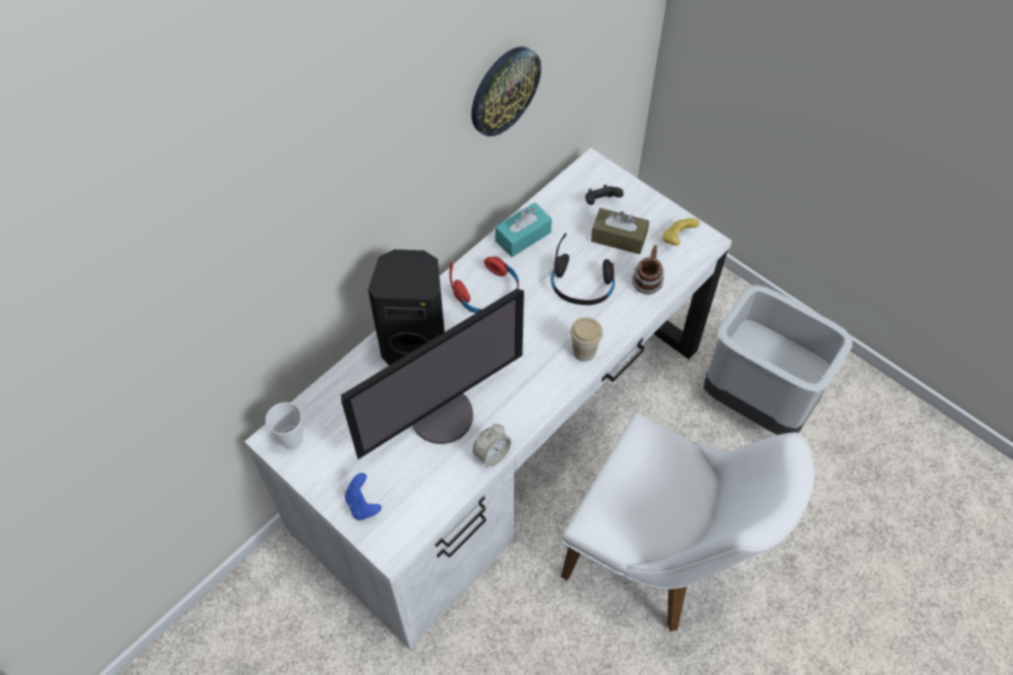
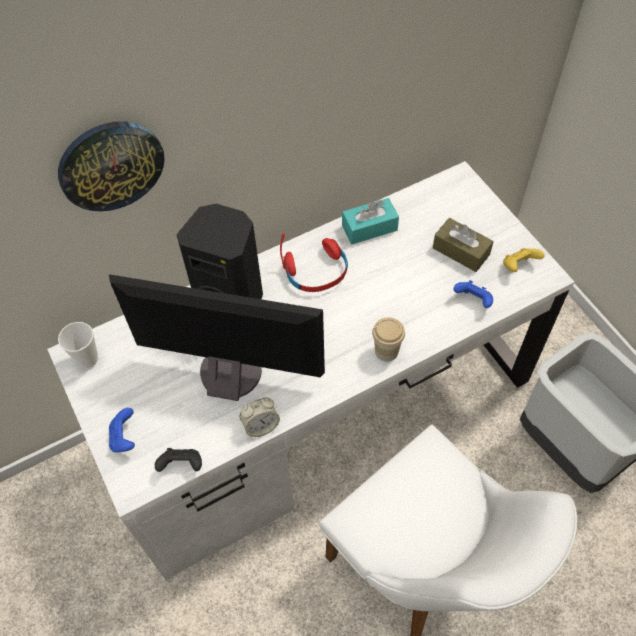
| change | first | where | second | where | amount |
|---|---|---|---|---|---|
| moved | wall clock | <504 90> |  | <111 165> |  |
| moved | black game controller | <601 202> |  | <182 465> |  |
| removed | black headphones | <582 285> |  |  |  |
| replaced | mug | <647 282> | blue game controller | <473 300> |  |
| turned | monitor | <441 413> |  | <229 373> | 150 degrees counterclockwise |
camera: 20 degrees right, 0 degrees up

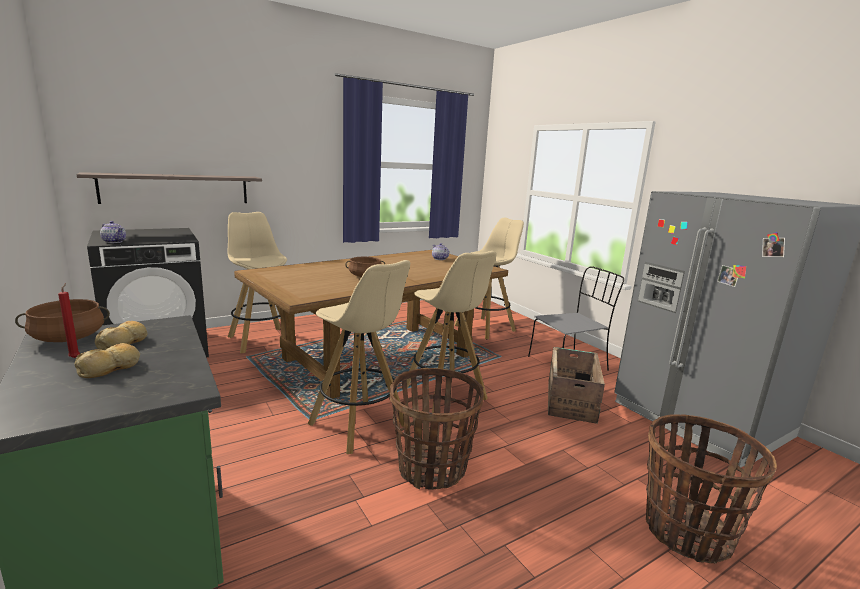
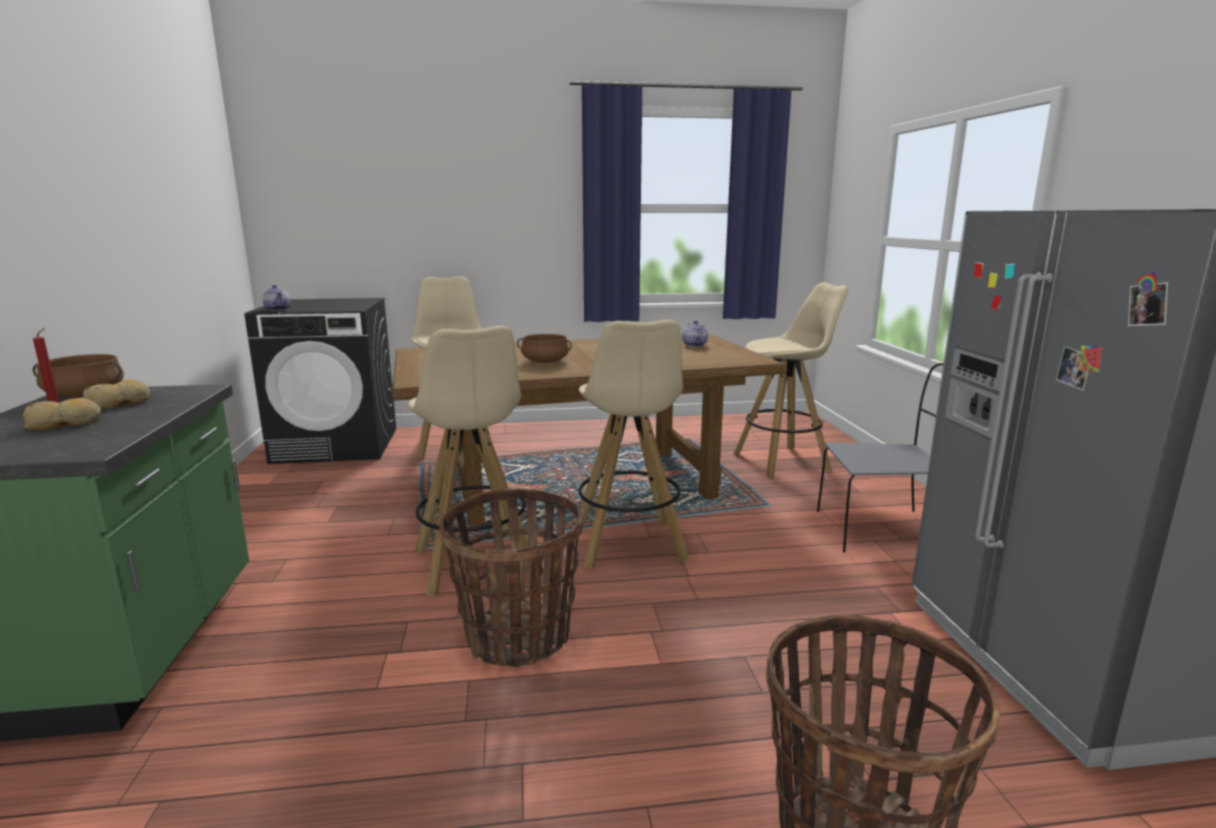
| change | first | where | second | where | amount |
|---|---|---|---|---|---|
| removed | shelf | <176 189> |  |  |  |
| removed | crate | <571 400> |  |  |  |
camera: 25 degrees right, 0 degrees up

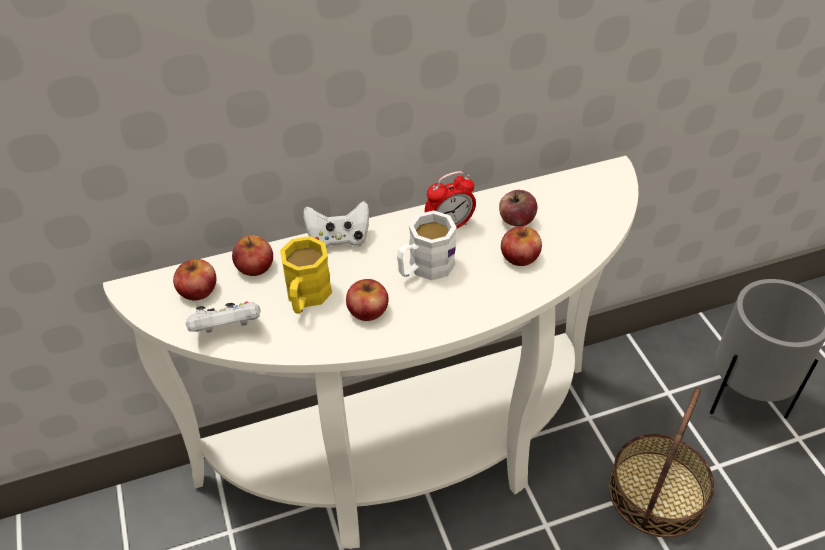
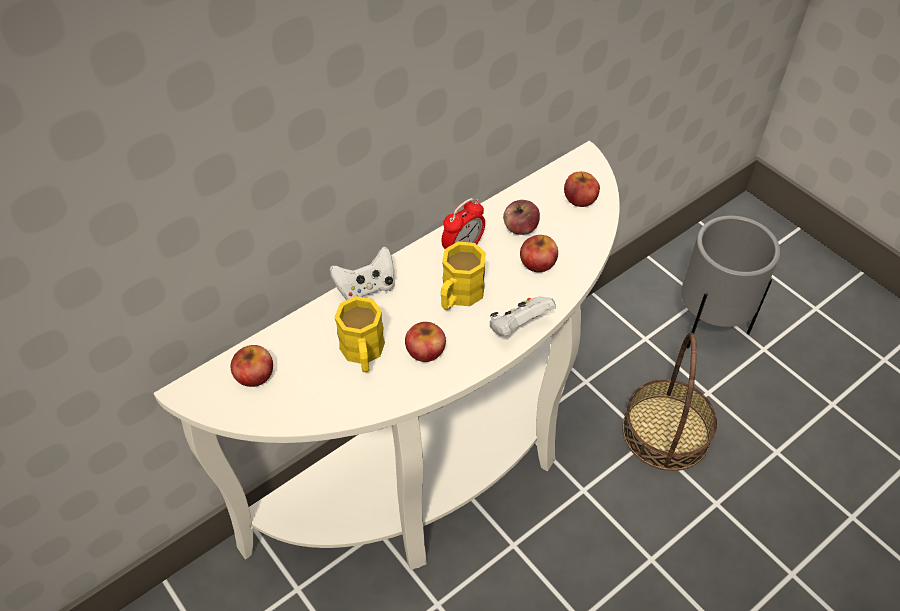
| change | first | where | second | where | amount |
|---|---|---|---|---|---|
| recoloured | white mug | <424 268> | yellow mug | <458 296> |  |
| moved | apple | <254 266> |  | <580 198> |  |
| moved | white game controller | <227 329> |  | <518 327> |  |
camera: 20 degrees left, 5 degrees up

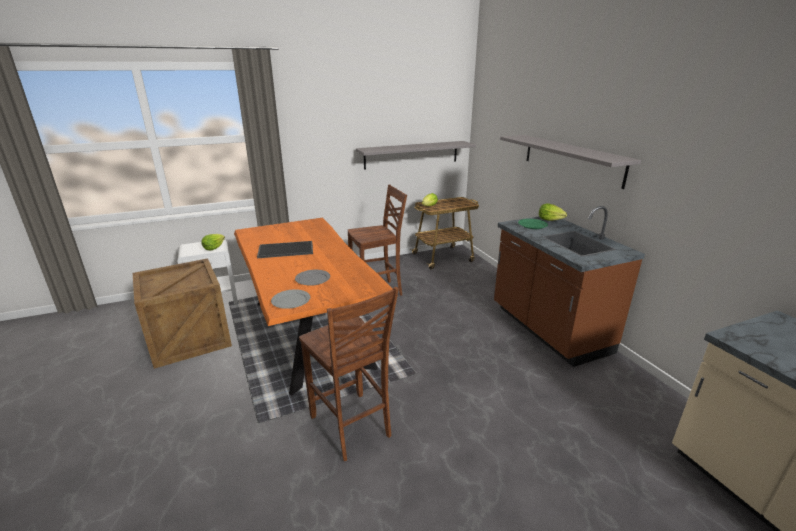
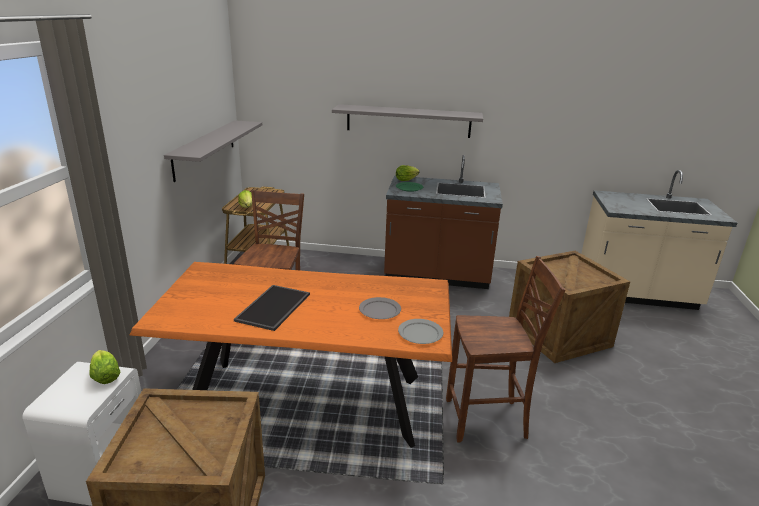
| change | first | where | second | where | amount |
|---|---|---|---|---|---|
| added |  |  | crate | <559 334> |  |
camera: 60 degrees left, 0 degrees up

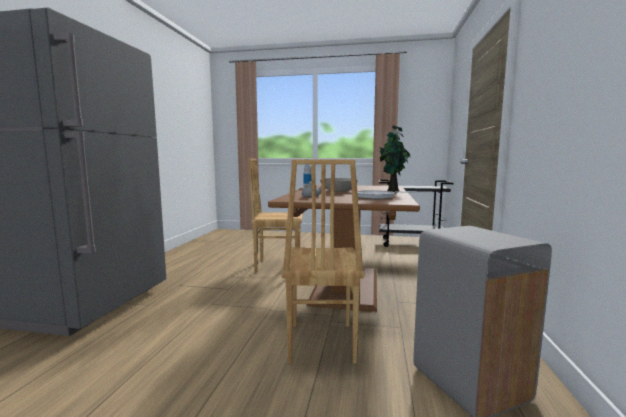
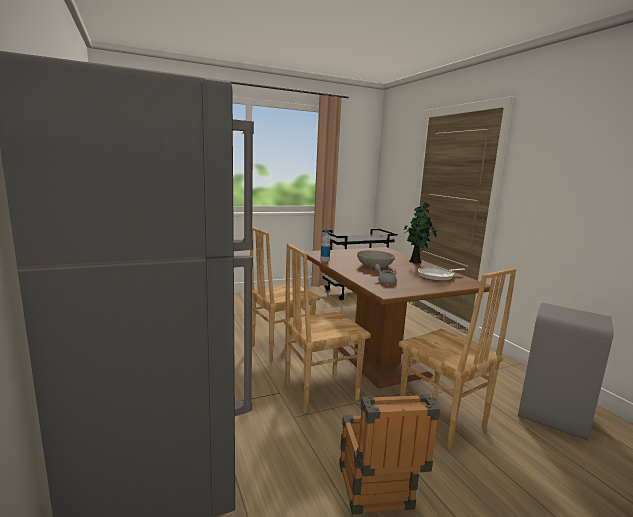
| change | first | where | second | where | amount |
|---|---|---|---|---|---|
| added |  |  | brown chair | <320 391> |  |
| added |  |  | crate | <377 495> |  |
camera: 35 degrees left, 5 degrees up

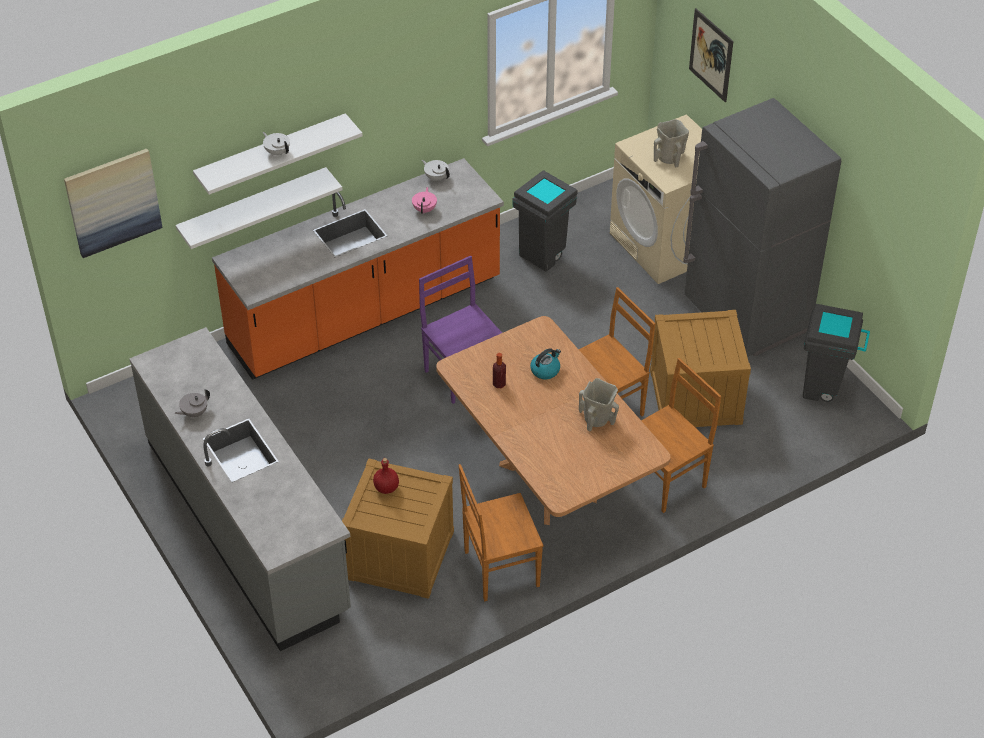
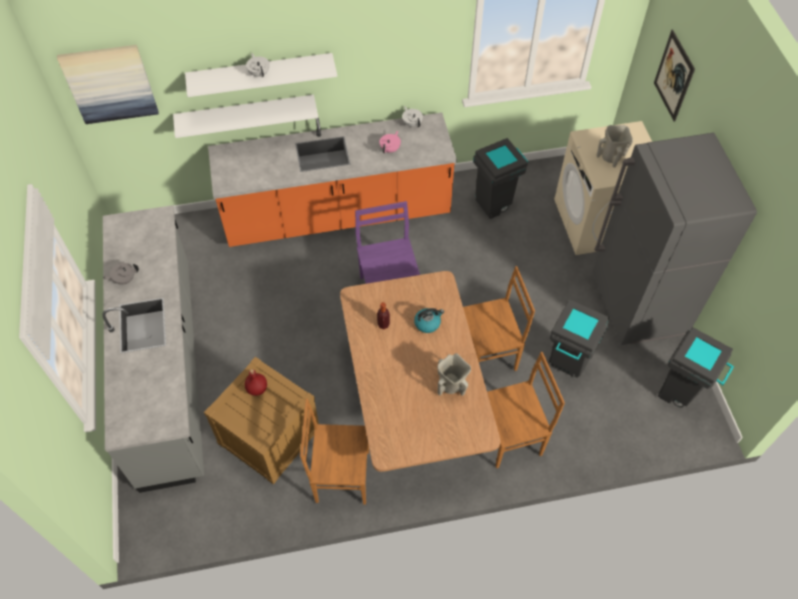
| change | first | where | second | where | amount |
|---|---|---|---|---|---|
| replaced | crate | <695 397> | grey trash can | <566 367> |  |
camera: 20 degrees right, 10 degrees up

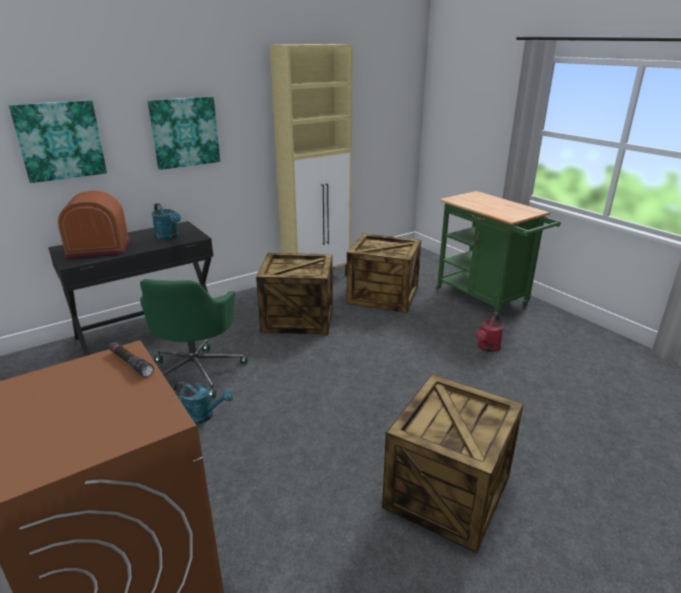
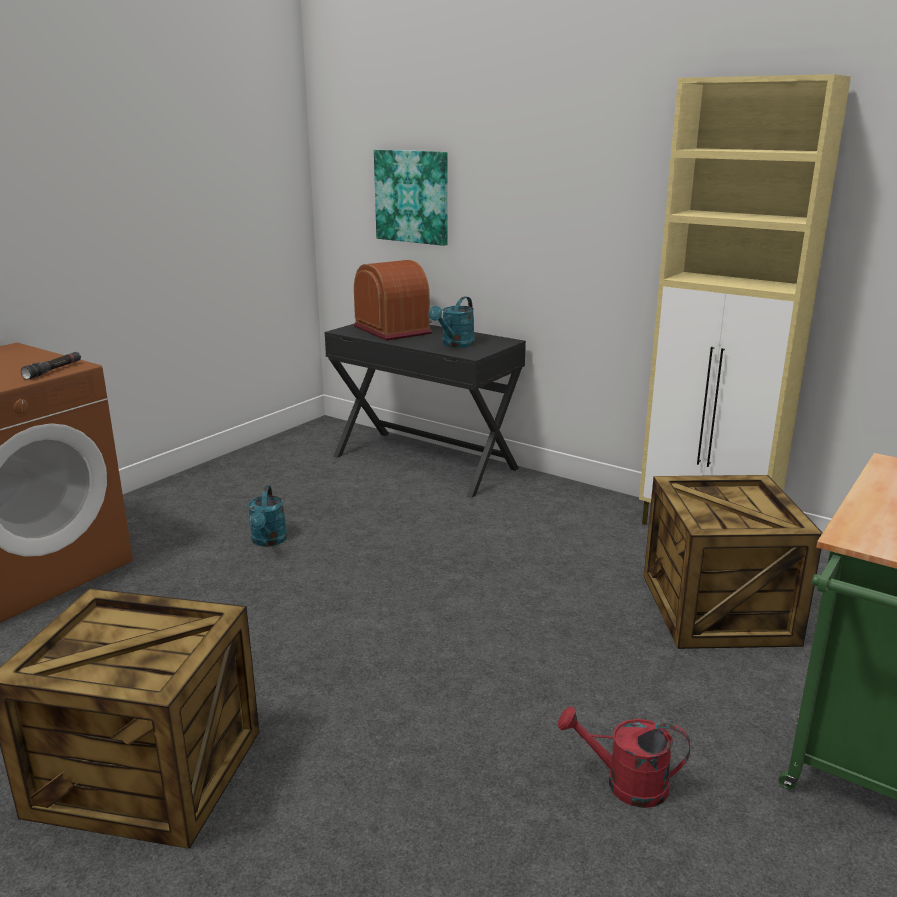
| change | first | where | second | where | amount |
|---|---|---|---|---|---|
| removed | picture | <184 132> |  |  |  |
| removed | crate | <297 319> |  |  |  |
| removed | green office chair | <196 371> |  |  |  |
camera: 70 degrees right, 5 degrees down

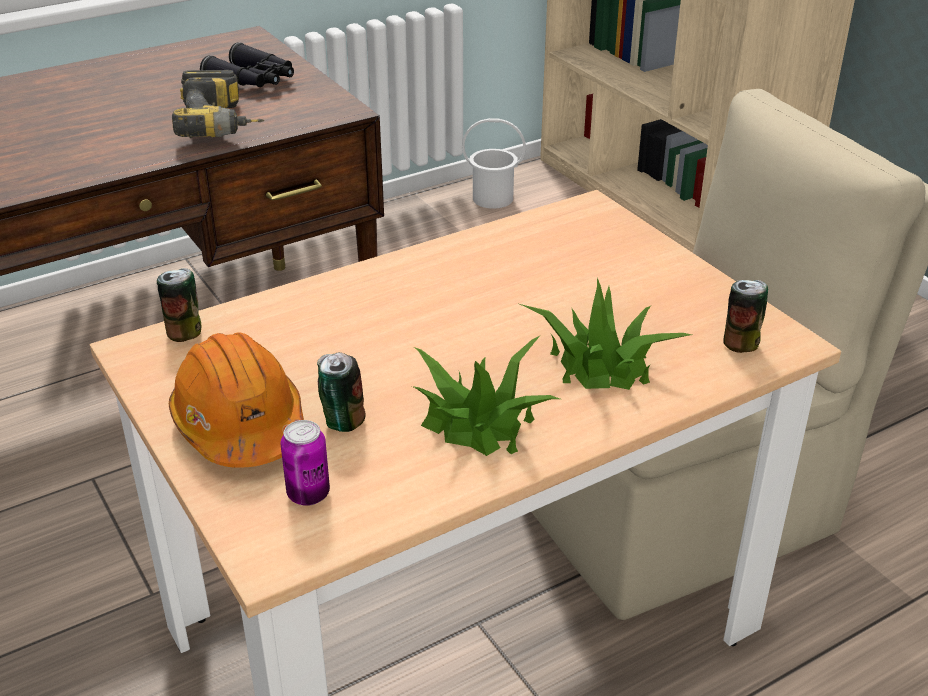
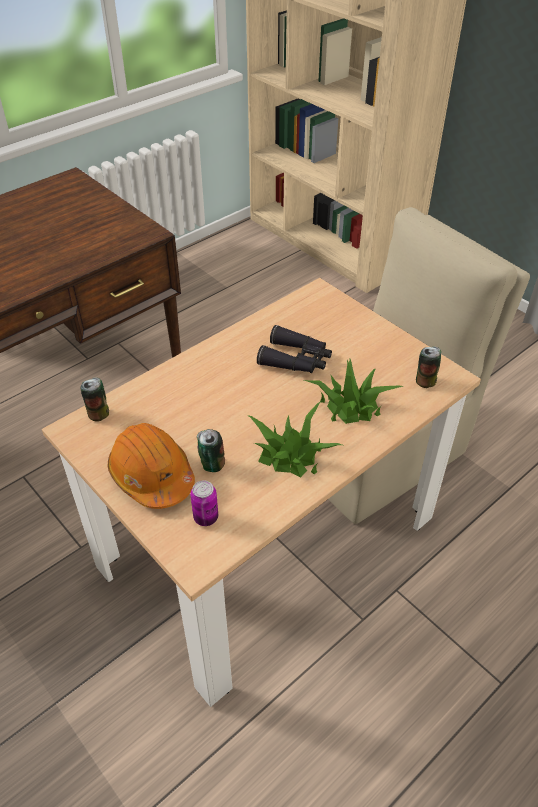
| change | first | where | second | where | amount |
|---|---|---|---|---|---|
| moved | black binoculars | <254 80> |  | <296 359> |  |
| removed | power drill | <223 125> |  |  |  |
| removed | white bucket | <492 198> |  |  |  |
camera: 10 degrees left, 10 degrees up

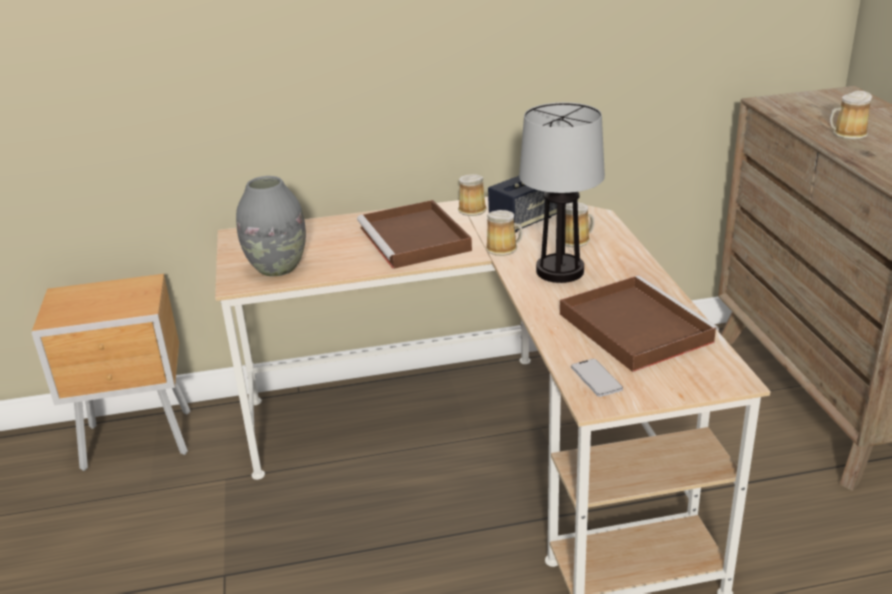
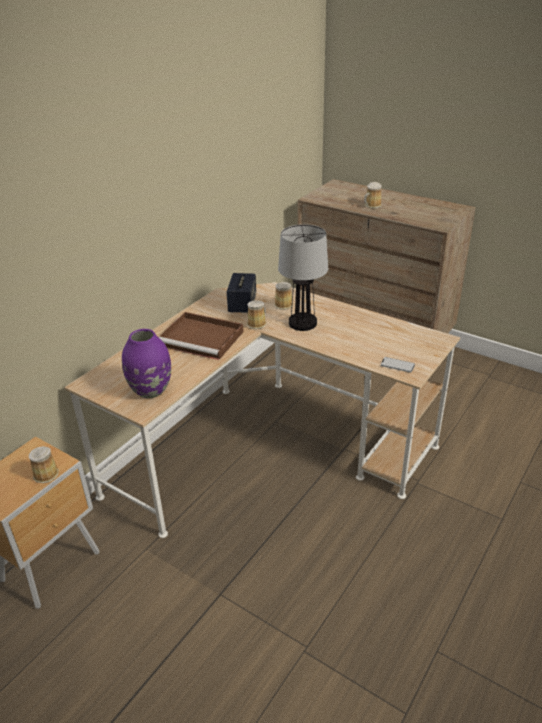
| change | first | where | second | where | amount |
|---|---|---|---|---|---|
| moved | mug | <472 209> |  | <45 473> |  |
| recoloured | grey vase | <277 268> | purple vase | <151 390> |  |
| removed | brown tray | <632 326> |  |  |  |
camera: 45 degrees left, 5 degrees up

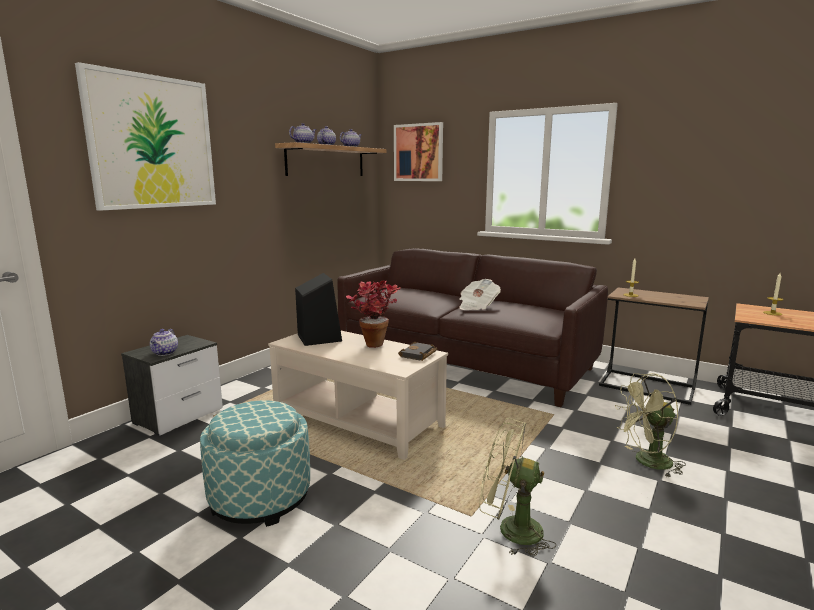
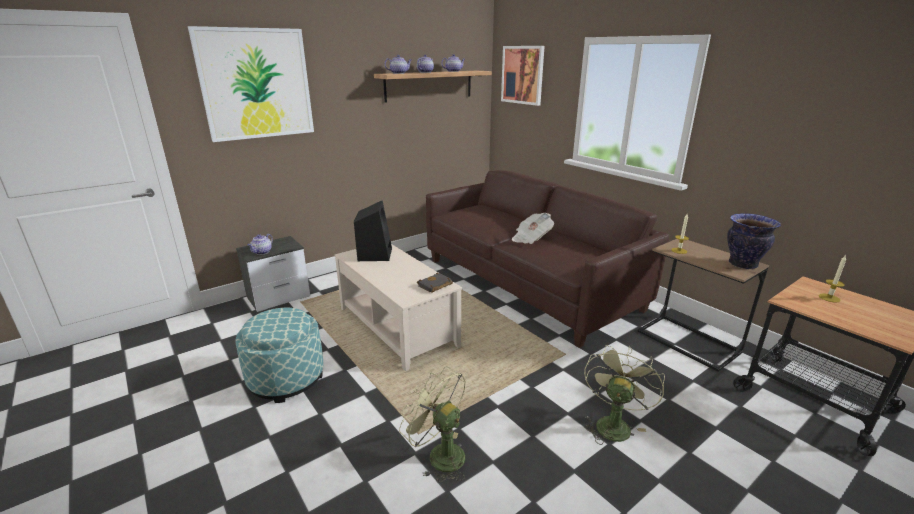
| change | first | where | second | where | amount |
|---|---|---|---|---|---|
| removed | potted plant | <373 342> |  |  |  |
| turned | green fan | <646 462> |  | <613 423> | 105 degrees clockwise |
| added |  |  | vase | <742 264> |  |
camera: 20 degrees right, 10 degrees up

